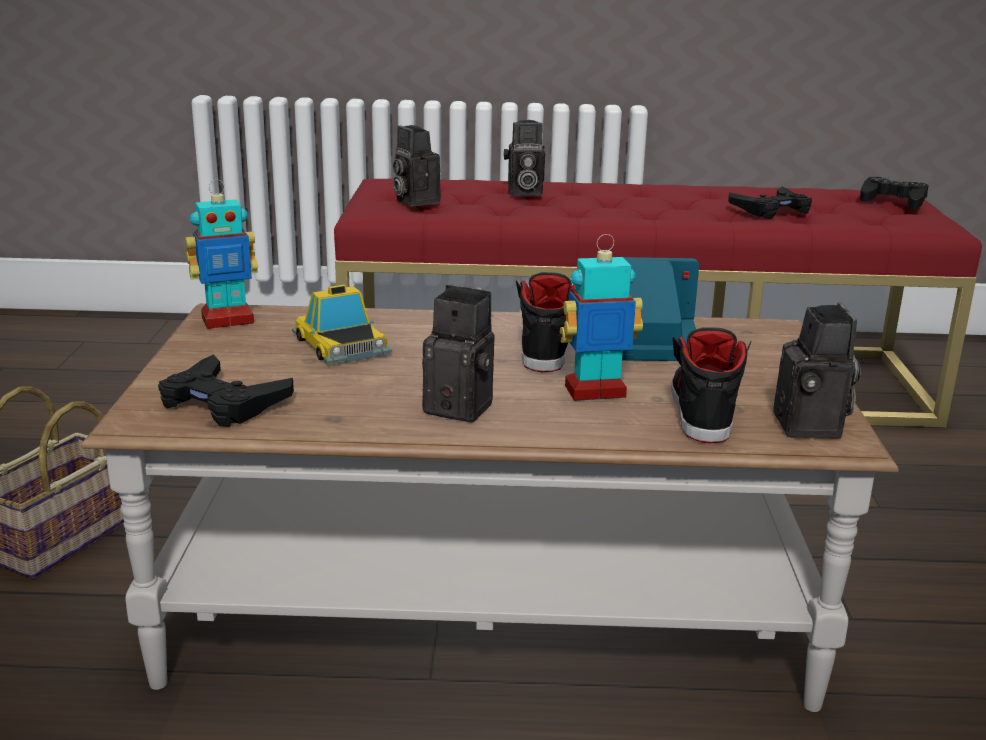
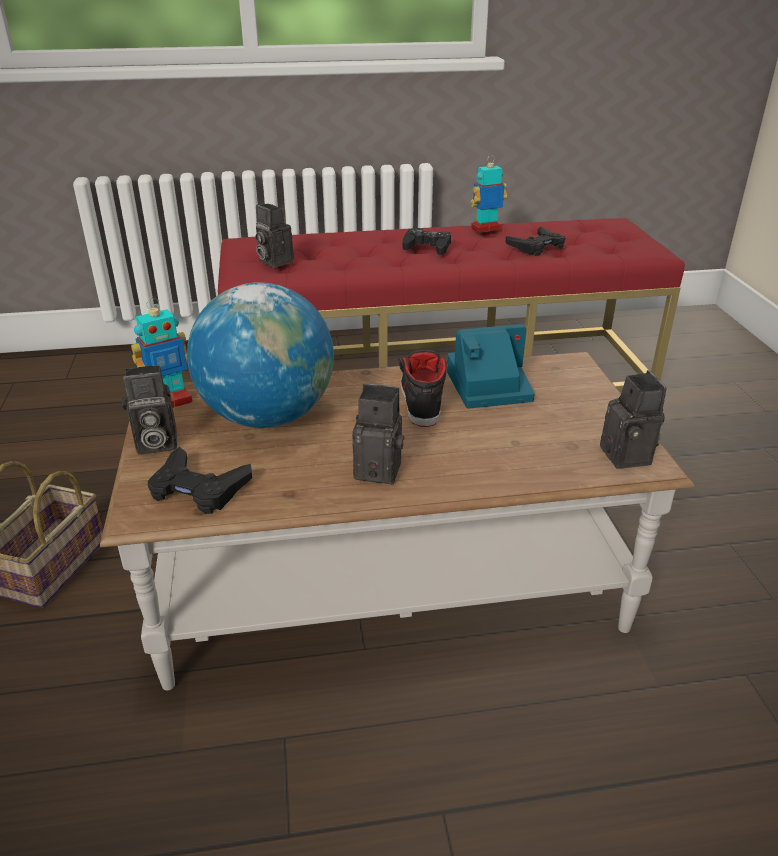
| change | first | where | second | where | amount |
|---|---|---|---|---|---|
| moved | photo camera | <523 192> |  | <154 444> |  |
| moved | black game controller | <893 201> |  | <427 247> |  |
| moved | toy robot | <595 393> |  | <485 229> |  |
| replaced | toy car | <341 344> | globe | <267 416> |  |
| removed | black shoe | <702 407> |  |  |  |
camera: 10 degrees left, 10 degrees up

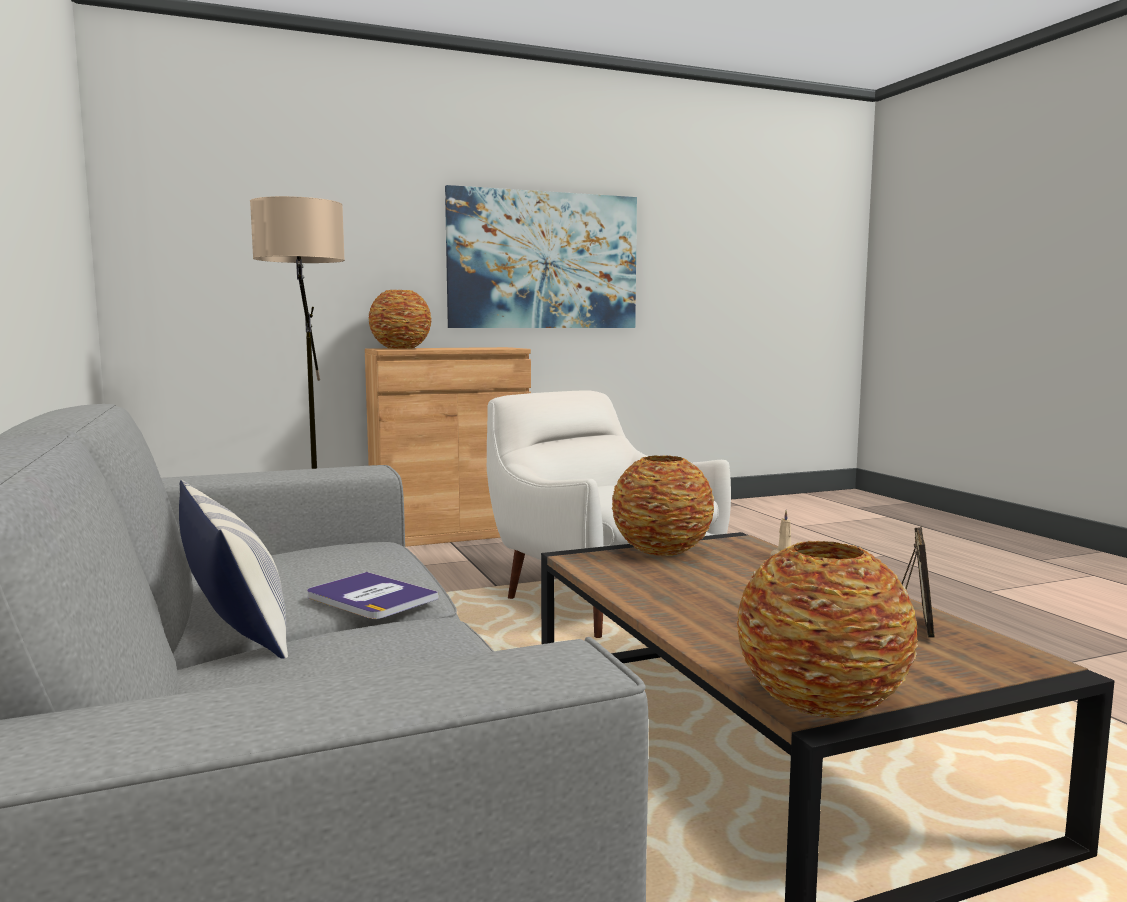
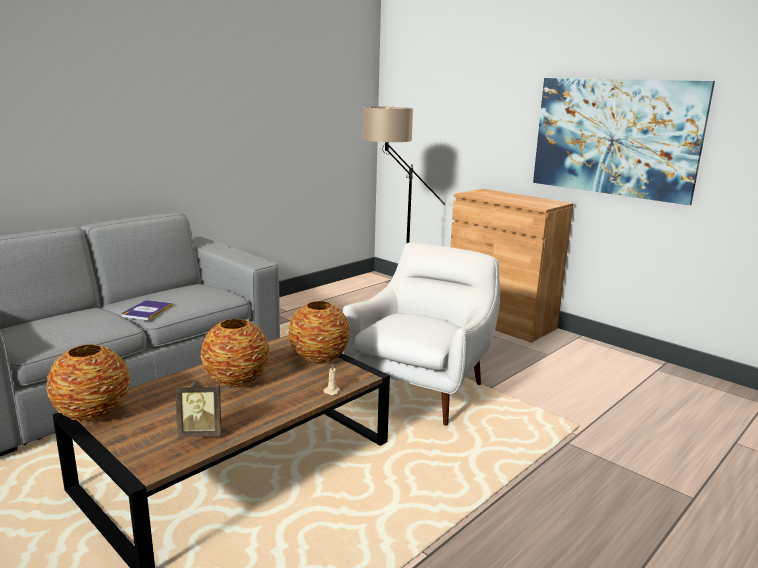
| change | first | where | second | where | amount |
|---|---|---|---|---|---|
| moved | vase | <400 348> |  | <236 380> |  |
| removed | pillow | <234 618> |  |  |  |
camera: 65 degrees right, 10 degrees up

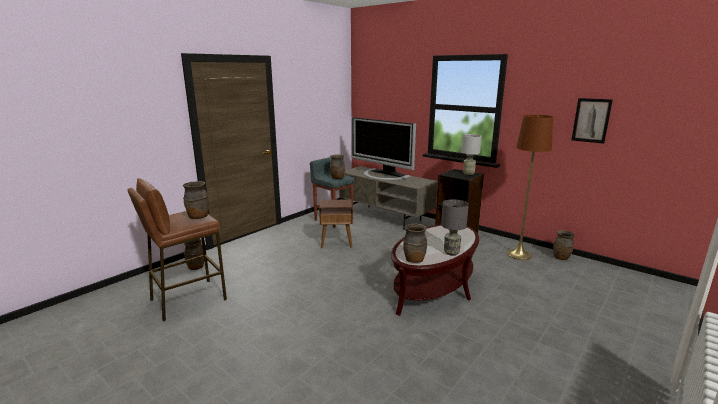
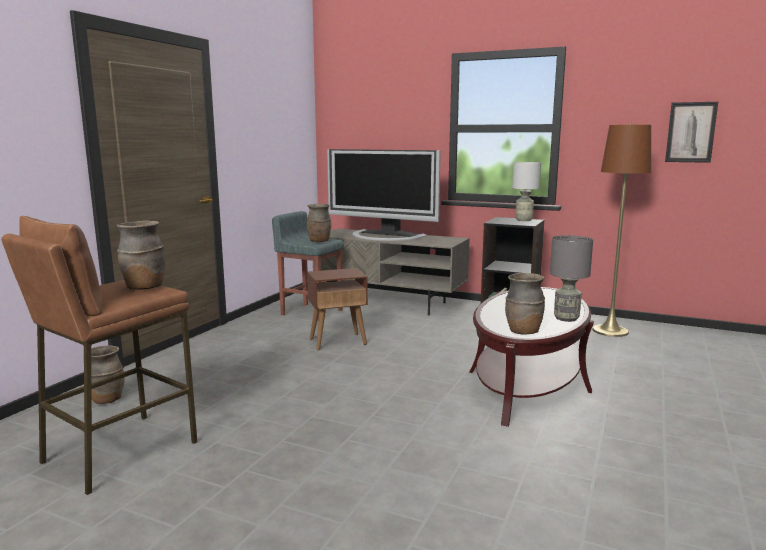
| change | first | where | second | where | amount |
|---|---|---|---|---|---|
| removed | brown vase | <561 258> |  |  |  |
camera: 15 degrees left, 5 degrees down

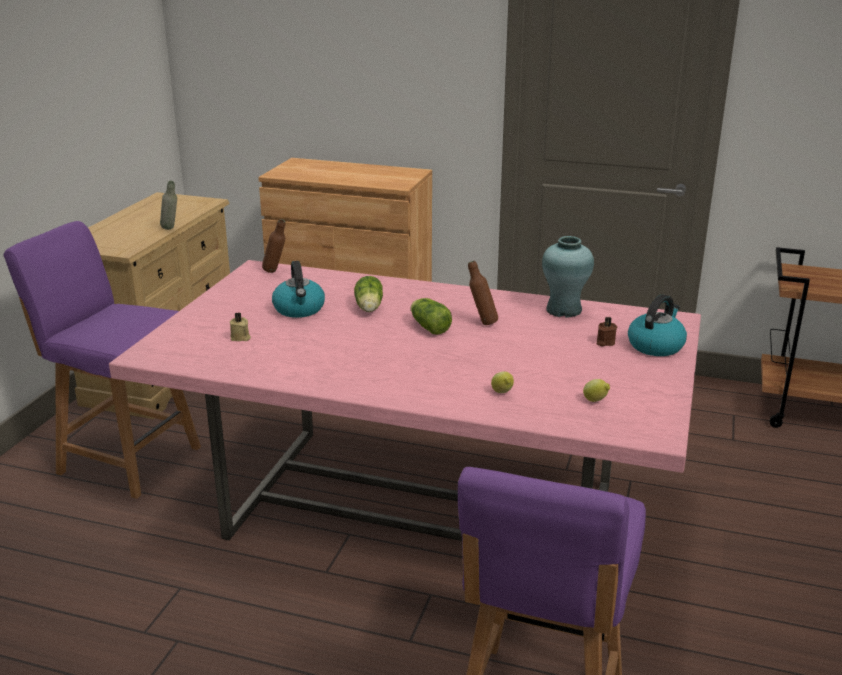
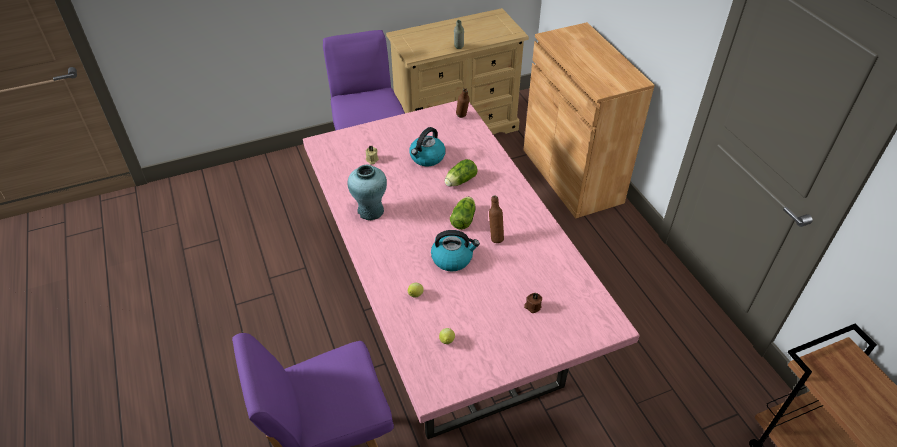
| change | first | where | second | where | amount |
|---|---|---|---|---|---|
| moved | turquoise vase | <564 310> |  | <370 211> |  |
| moved | kettle | <655 345> |  | <452 258> |  |
camera: 50 degrees right, 20 degrees up

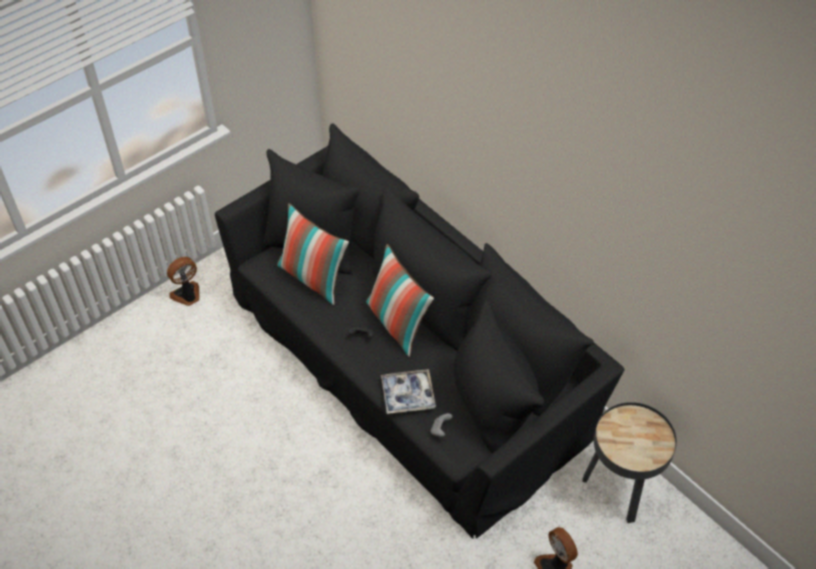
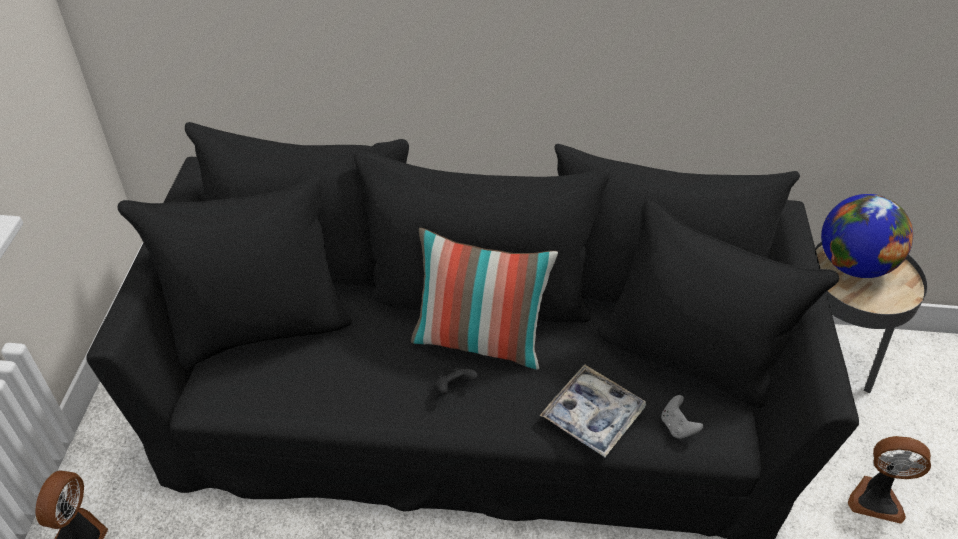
| change | first | where | second | where | amount |
|---|---|---|---|---|---|
| removed | pillow | <314 278> |  |  |  |
| added |  |  | globe | <852 265> |  |
camera: 45 degrees left, 5 degrees down

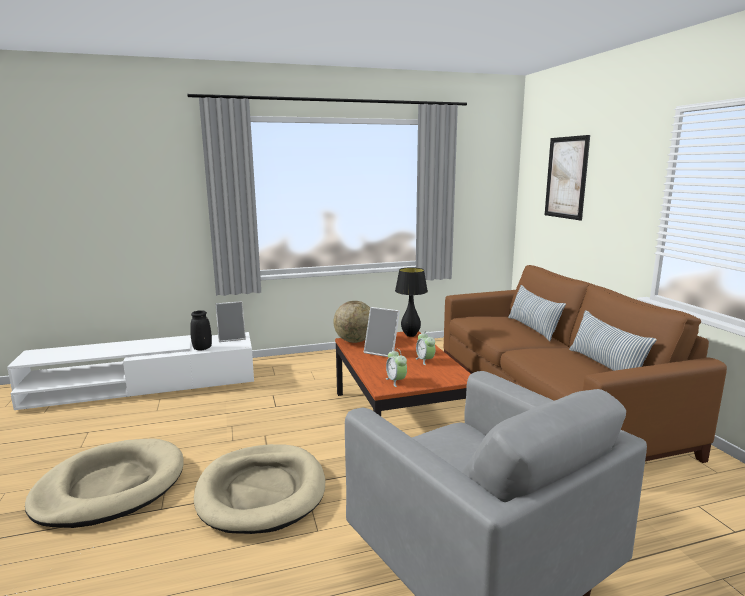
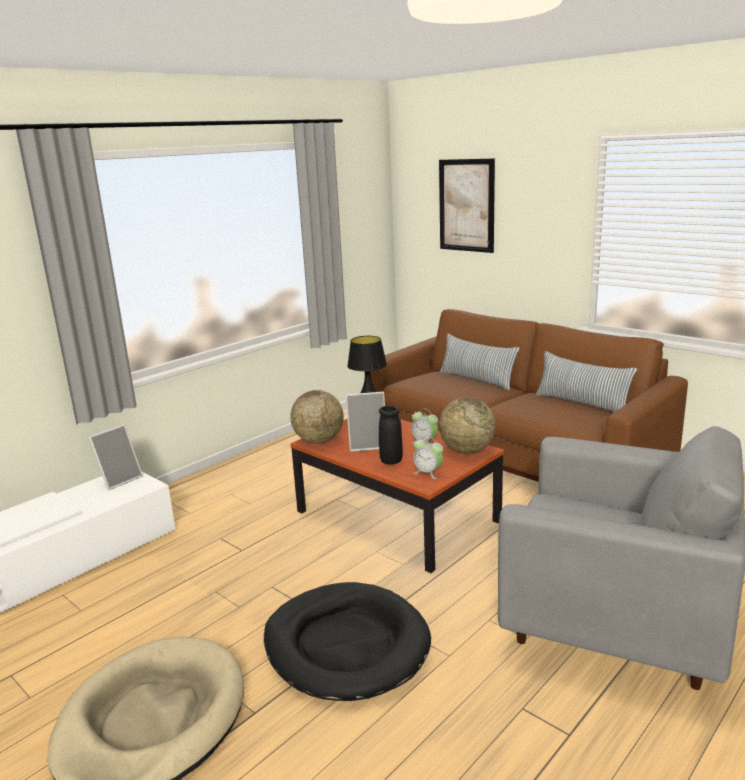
| change | first | where | second | where | amount |
|---|---|---|---|---|---|
| moved | black vase | <202 348> |  | <391 460> |  |
| recoloured | beige dog bed | <261 491> | black dog bed | <346 645> |  |
| added |  |  | globe | <467 450> |  |
camera: 30 degrees left, 5 degrees up

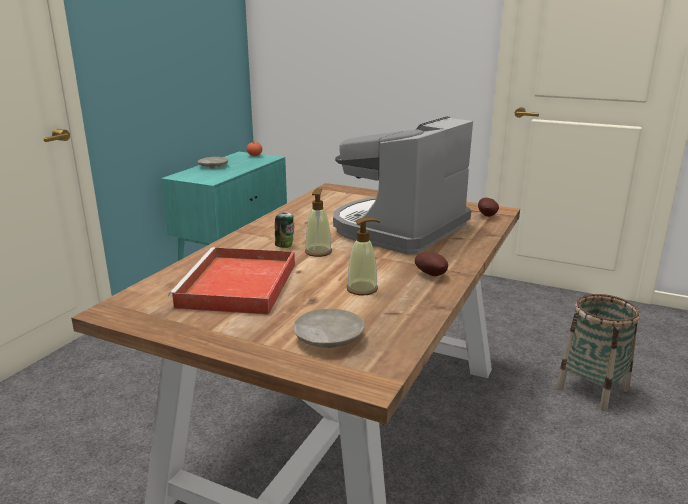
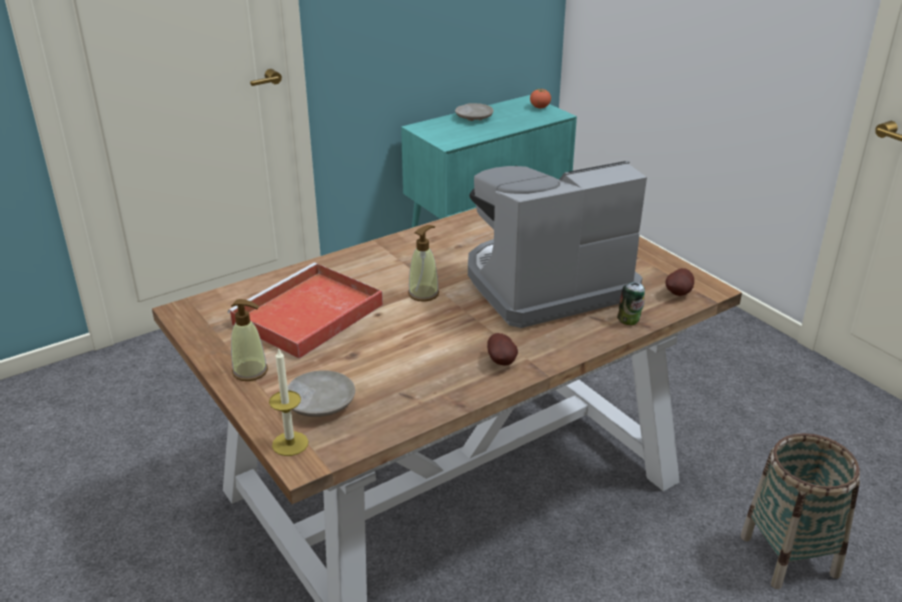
| change | first | where | second | where | amount |
|---|---|---|---|---|---|
| moved | can | <285 245> |  | <629 321> |  |
| moved | soap dispenser | <362 289> |  | <250 371> |  |
| added |  |  | candle | <290 444> |  |
camera: 30 degrees right, 10 degrees up

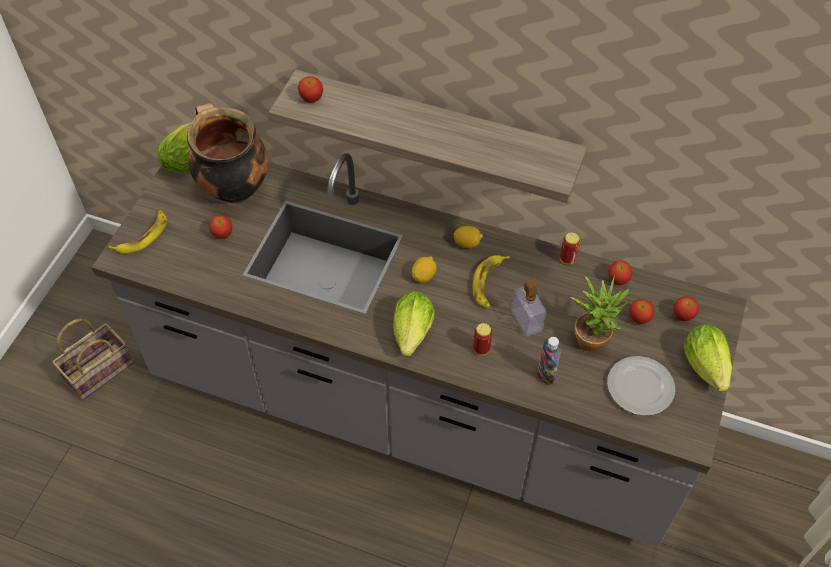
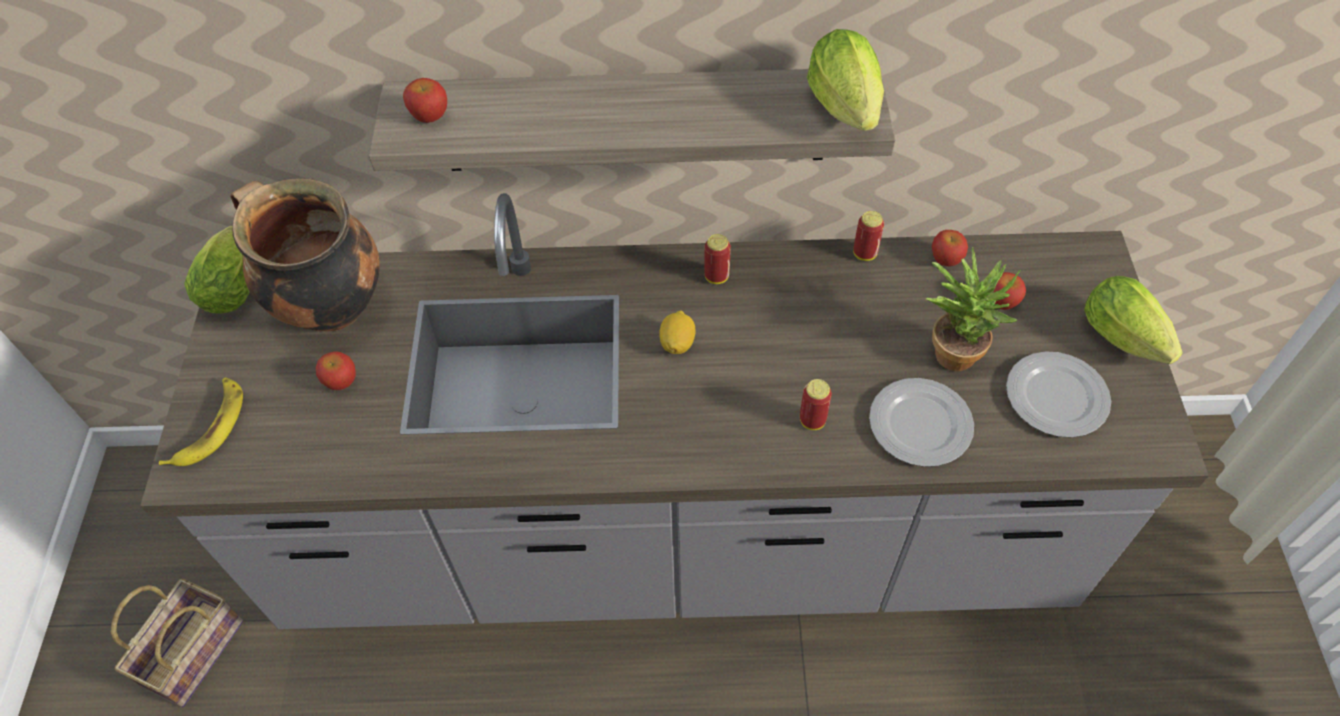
| change | first | where | second | where | amount |
|---|---|---|---|---|---|
| replaced | lemon | <467 243> | can | <716 276> |  |
| removed | banana | <489 283> |  |  |  |
| removed | soap dispenser | <526 320> |  |  |  |
| moved | lettuce | <411 336> |  | <847 112> |  |
| removed | apple | <683 315> |  |  |  |
| replaced | bottle | <546 374> | plate | <921 425> |  |
camera: 20 degrees left, 0 degrees up

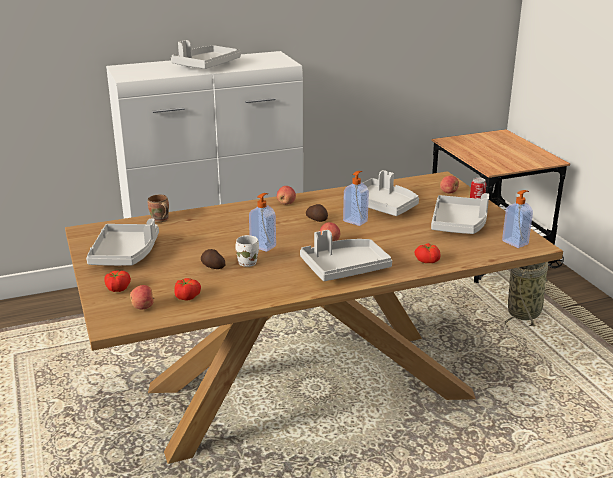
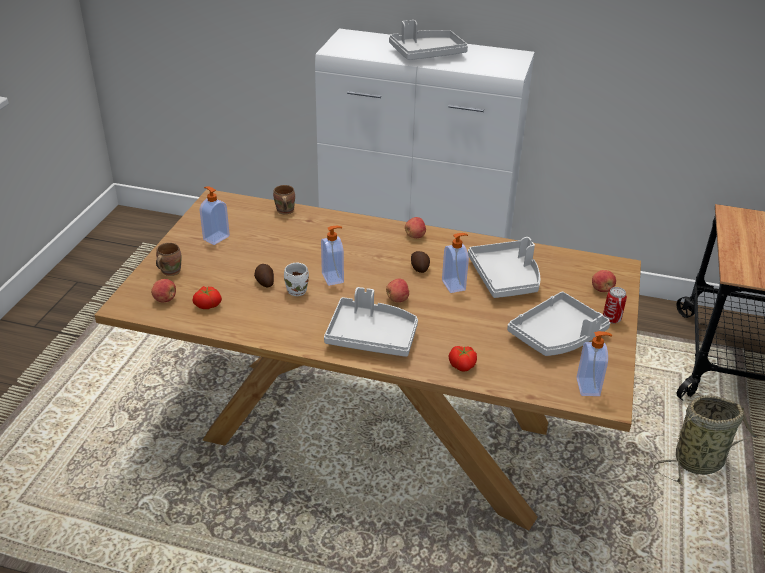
| change | first | where | second | where | amount |
|---|---|---|---|---|---|
| replaced | grey tray | <125 254> | soap dispenser | <215 237> |  |
| replaced | tomato | <117 288> | brown mug | <169 271> |  |
camera: 35 degrees right, 10 degrees up

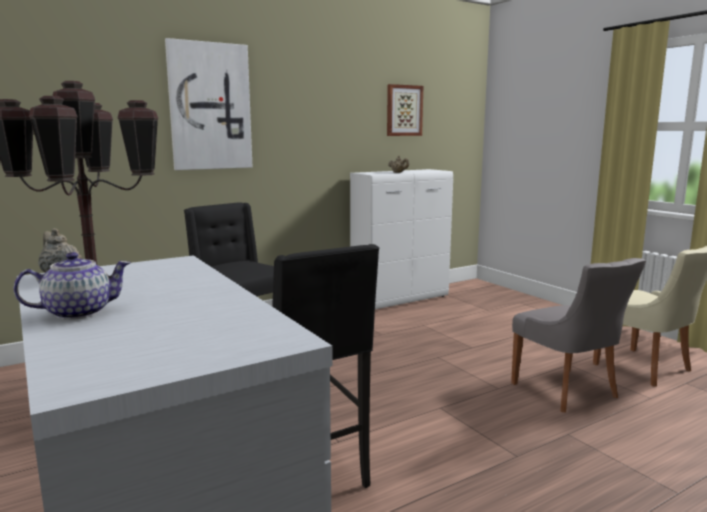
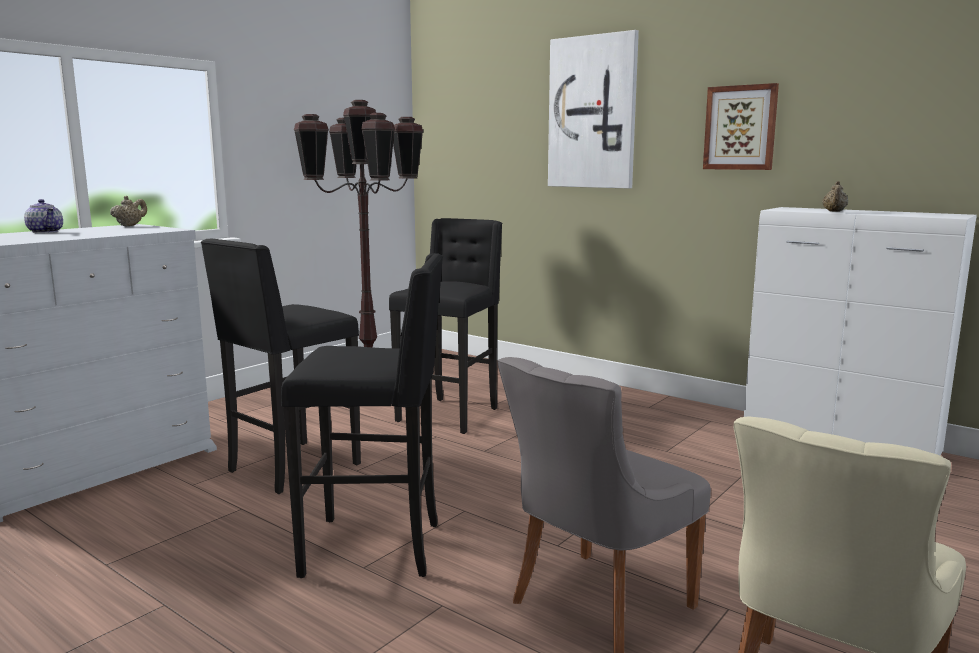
| change | first | where | second | where | amount |
|---|---|---|---|---|---|
| moved | picture | <404 110> |  | <740 128> |  |
| added |  |  | black stool | <376 548> |  |
camera: 70 degrees right, 0 degrees up

